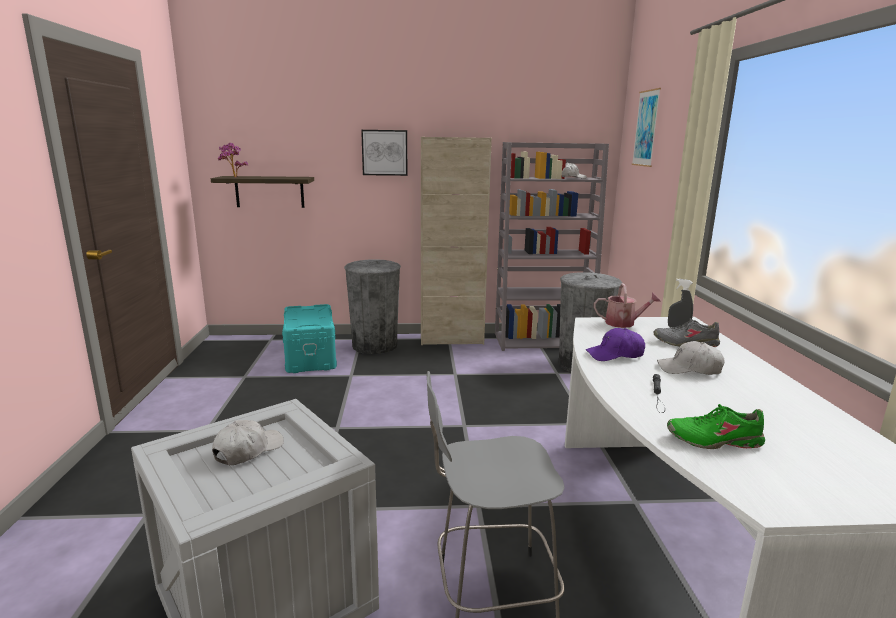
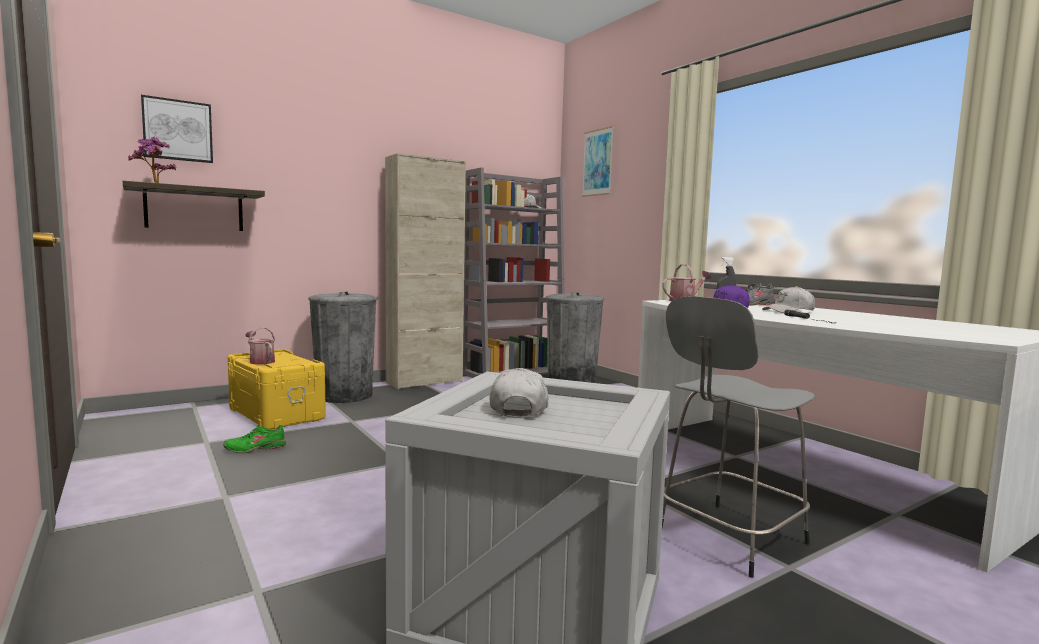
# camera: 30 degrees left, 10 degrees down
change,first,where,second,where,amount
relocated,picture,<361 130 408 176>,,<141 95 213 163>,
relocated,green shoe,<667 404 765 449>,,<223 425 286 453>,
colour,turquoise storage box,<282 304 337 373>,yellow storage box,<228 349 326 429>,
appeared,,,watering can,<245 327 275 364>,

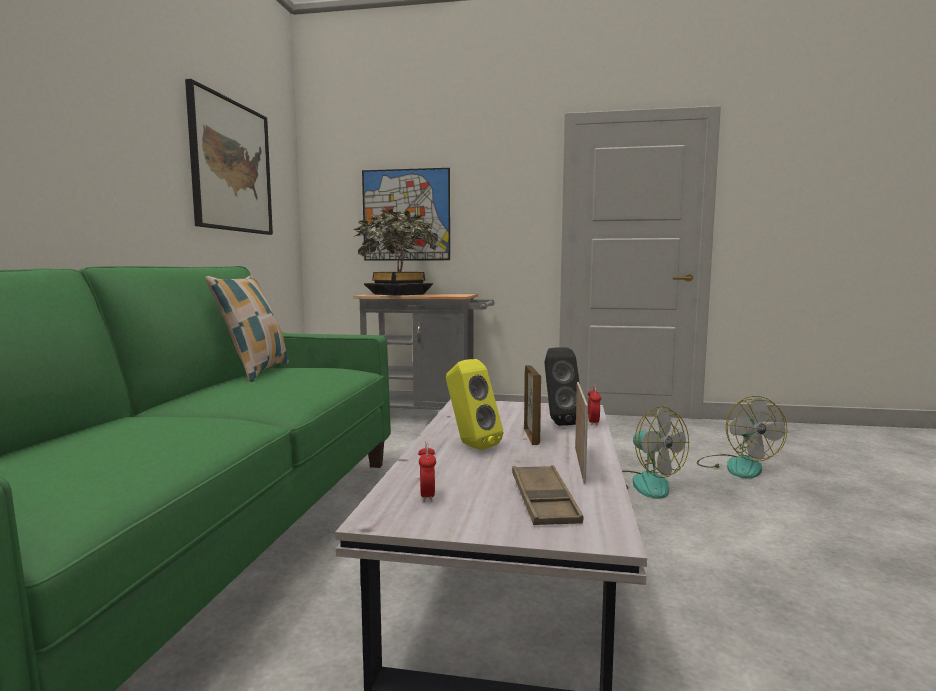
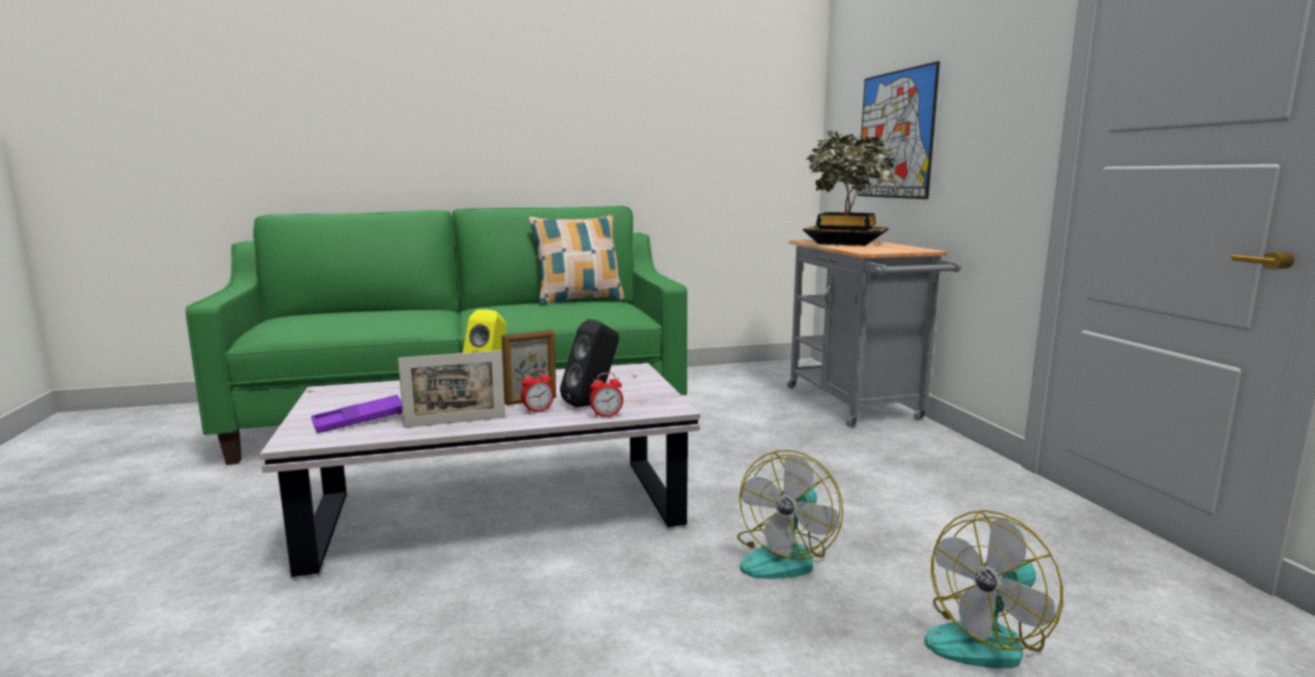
# camera: 65 degrees right, 5 degrees up
change,first,where,second,where,amount
colour,brown tray,<512 465 583 525>,purple tray,<311 395 402 433>,
relocated,alarm clock,<418 441 436 502>,,<521 369 554 414>,
missing,picture,<185 79 273 235>,,,

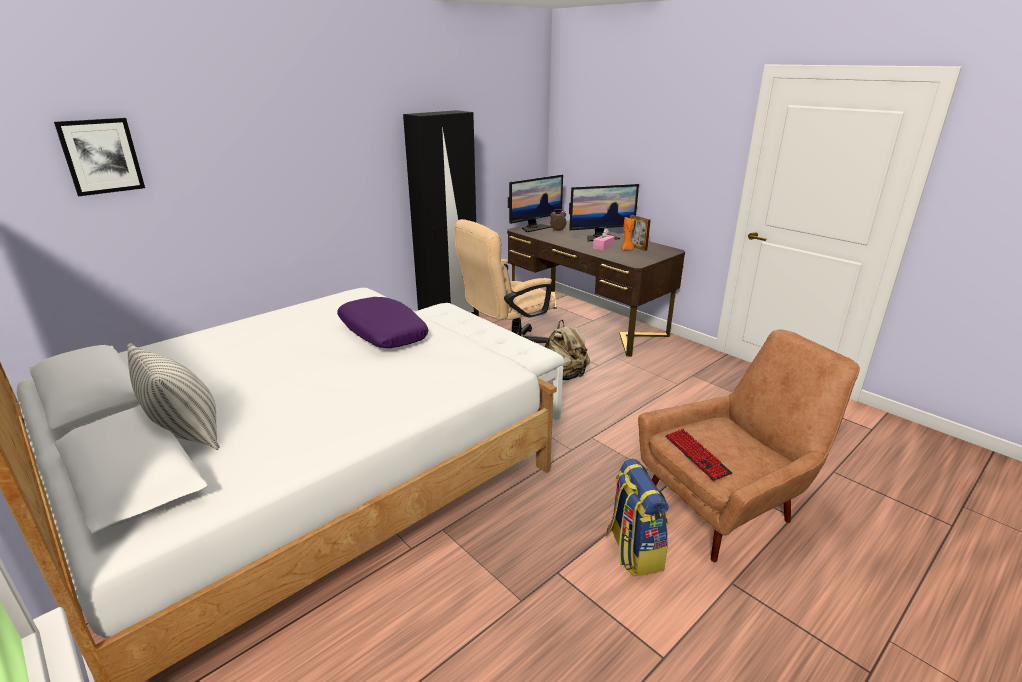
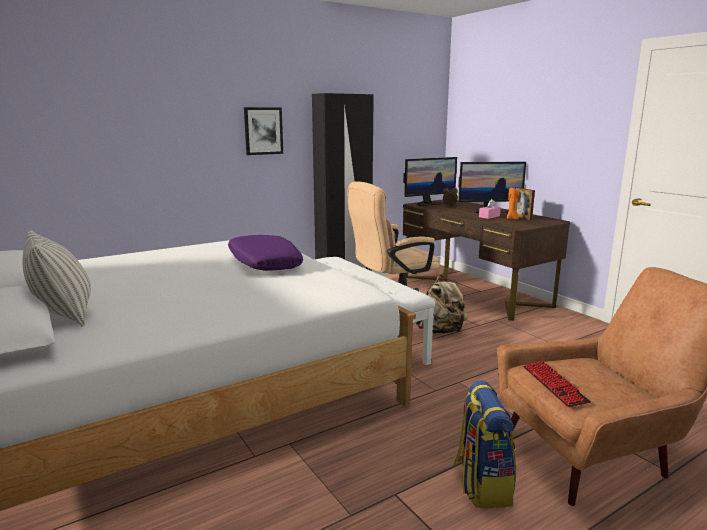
# camera: 10 degrees right, 10 degrees down
change,first,where,second,where,amount
relocated,picture,<54 118 145 196>,,<244 107 283 155>,

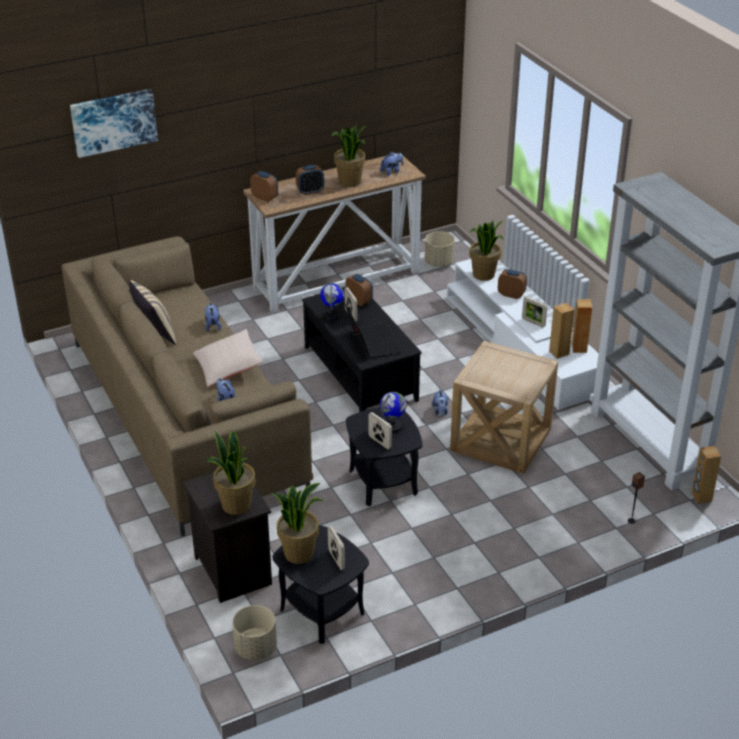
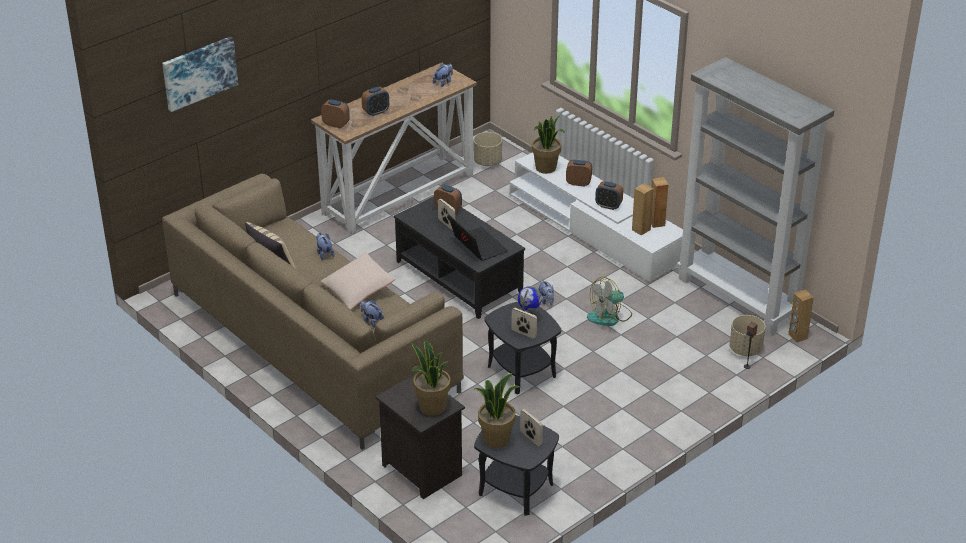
# camera: 15 degrees left, 0 degrees up
change,first,where,second,where,amount
exchanged,beige side table,<450 341 558 474>,fan,<587 277 632 326>,
exchanged,picture frame,<522 297 547 327>,alarm clock,<595 181 623 210>,
relocated,beige planter,<232 605 277 660>,,<729 315 765 356>,
missing,globe,<320 283 344 321>,,,
missing,potted plant,<331 124 367 187>,,,

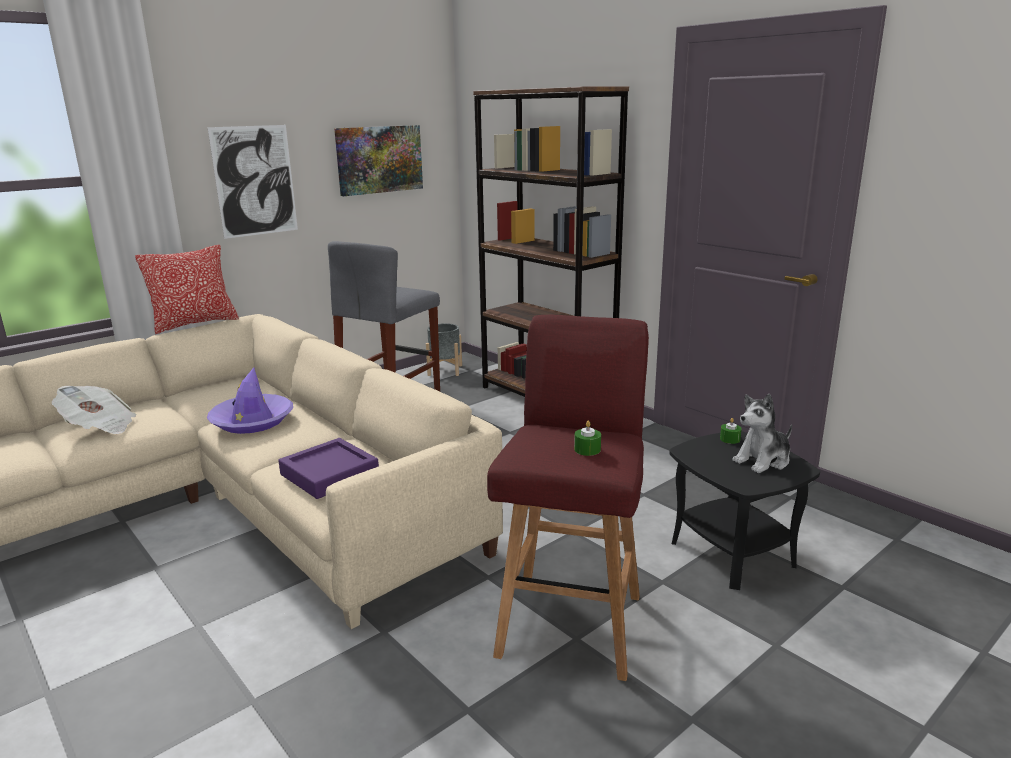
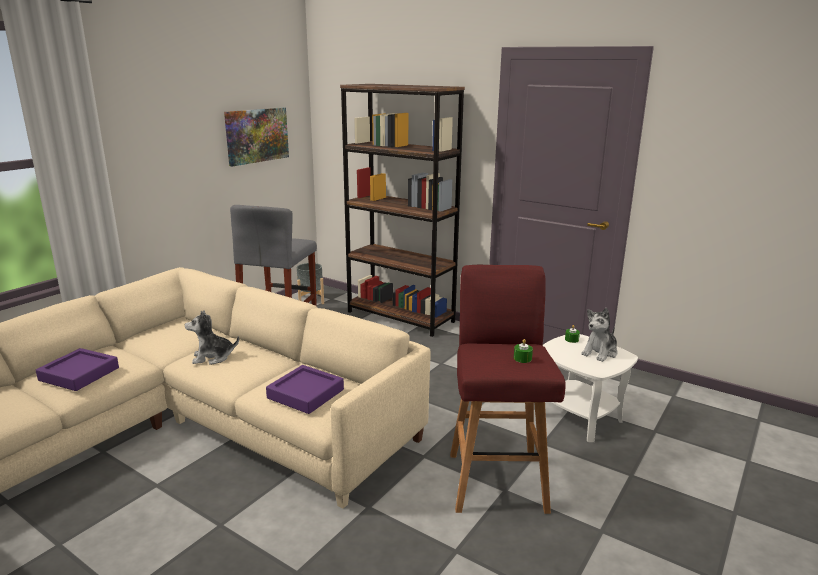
# camera: 15 degrees left, 0 degrees up
change,first,where,second,where,amount
exchanged,newspaper,<51 386 137 434>,purple tray,<36 348 119 391>,
exchanged,purple hat,<207 367 293 434>,plush toy,<185 310 239 365>,
colour,black side table,<669 431 820 590>,white side table,<543 334 638 442>,
missing,pillow,<135 245 239 334>,,,
missing,picture,<207 125 298 239>,,,

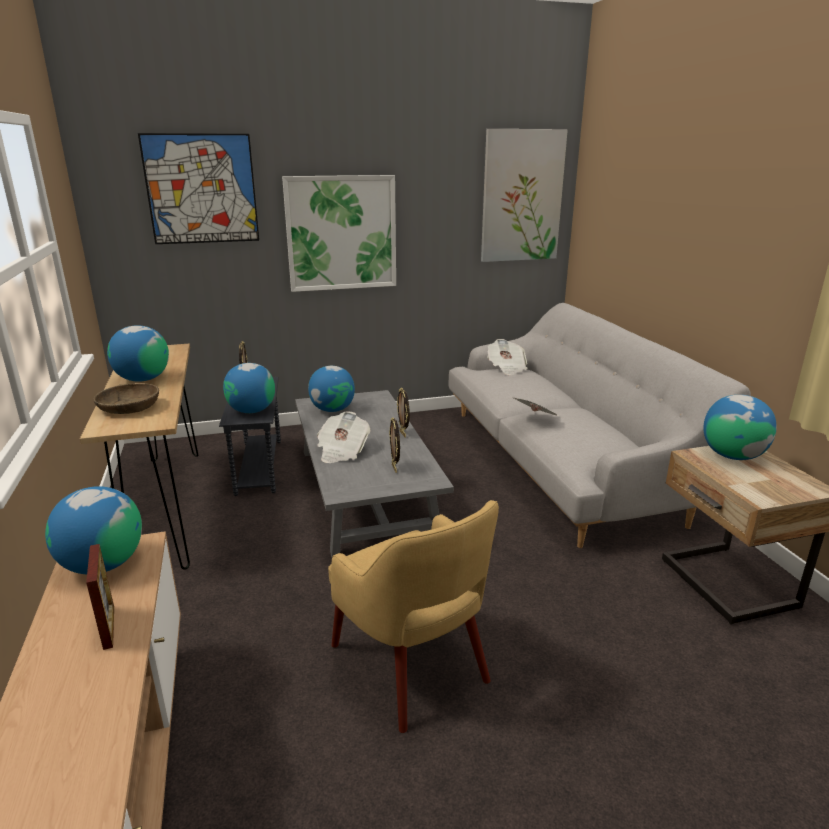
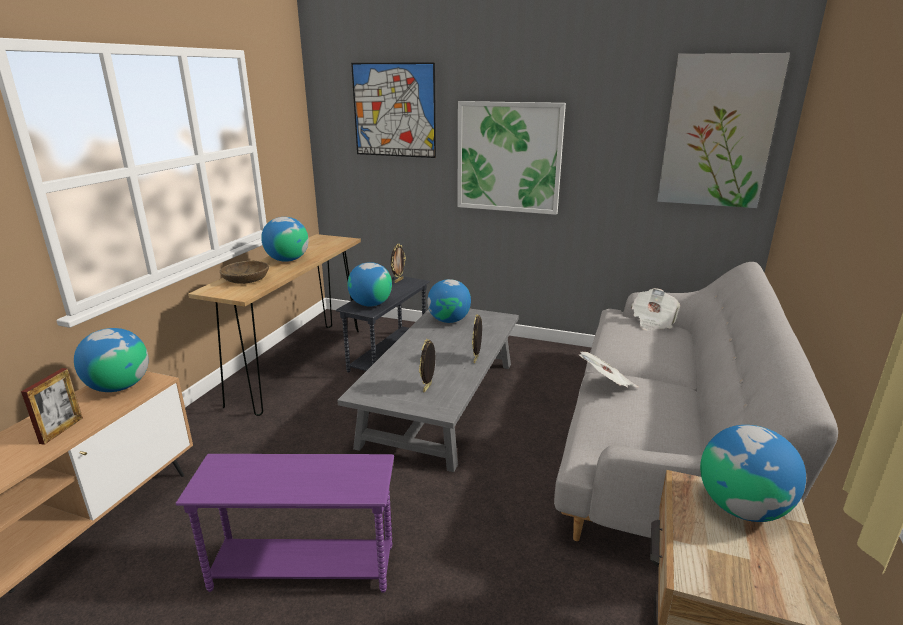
# camera: 35 degrees right, 0 degrees up
change,first,where,second,where,amount
exchanged,yellow armchair,<328 500 499 733>,purple side table,<176 454 394 593>,
missing,newspaper,<317 411 370 463>,,,

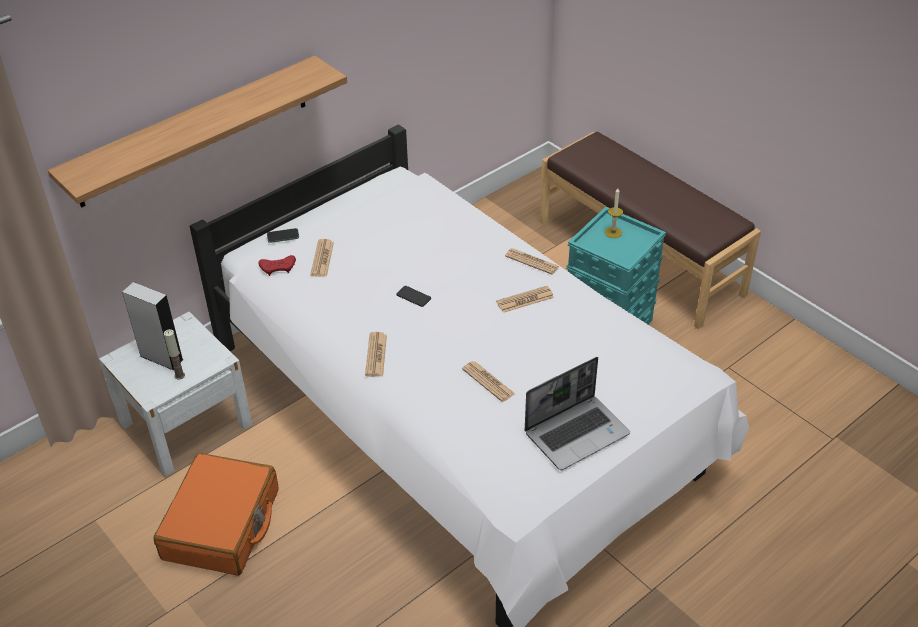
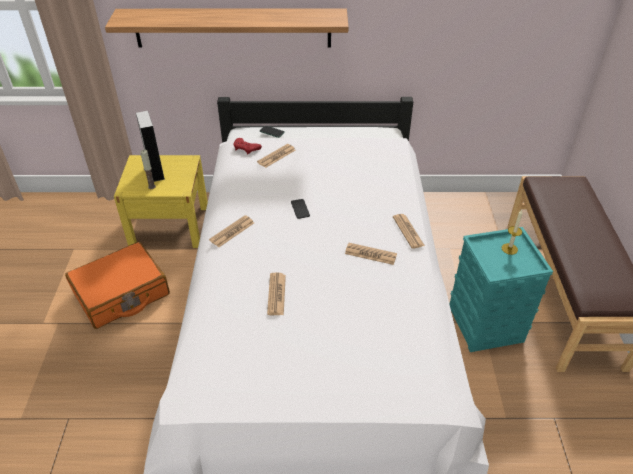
# camera: 40 degrees right, 0 degrees up
change,first,where,second,where,amount
colour,white nightstand,<99 312 252 476>,yellow nightstand,<114 155 208 248>,
missing,laptop,<525 357 630 470>,,,

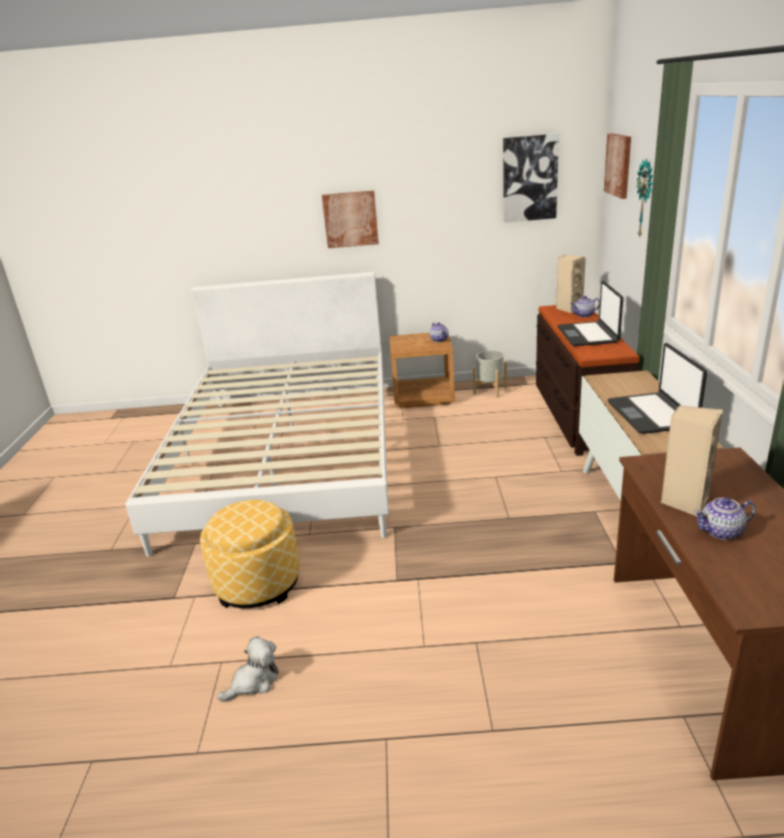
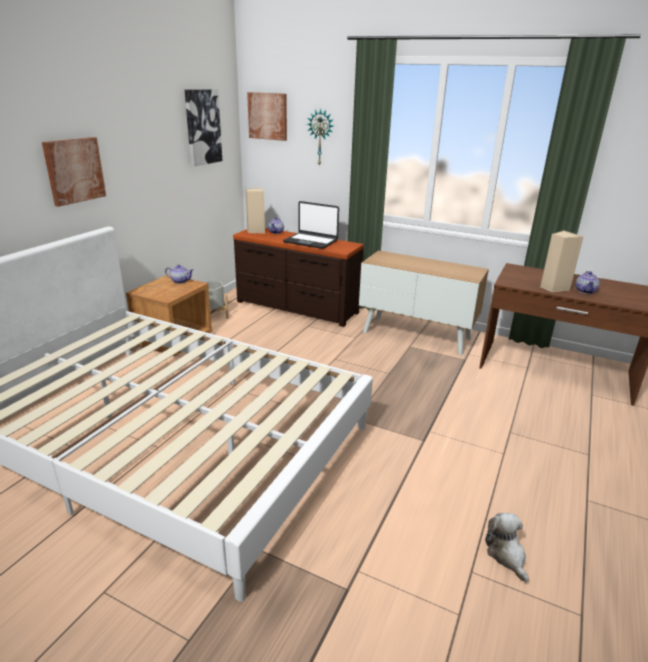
# camera: 65 degrees left, 0 degrees up
change,first,where,second,where,amount
missing,ottoman,<200 500 300 608>,,,
missing,laptop,<608 343 707 434>,,,

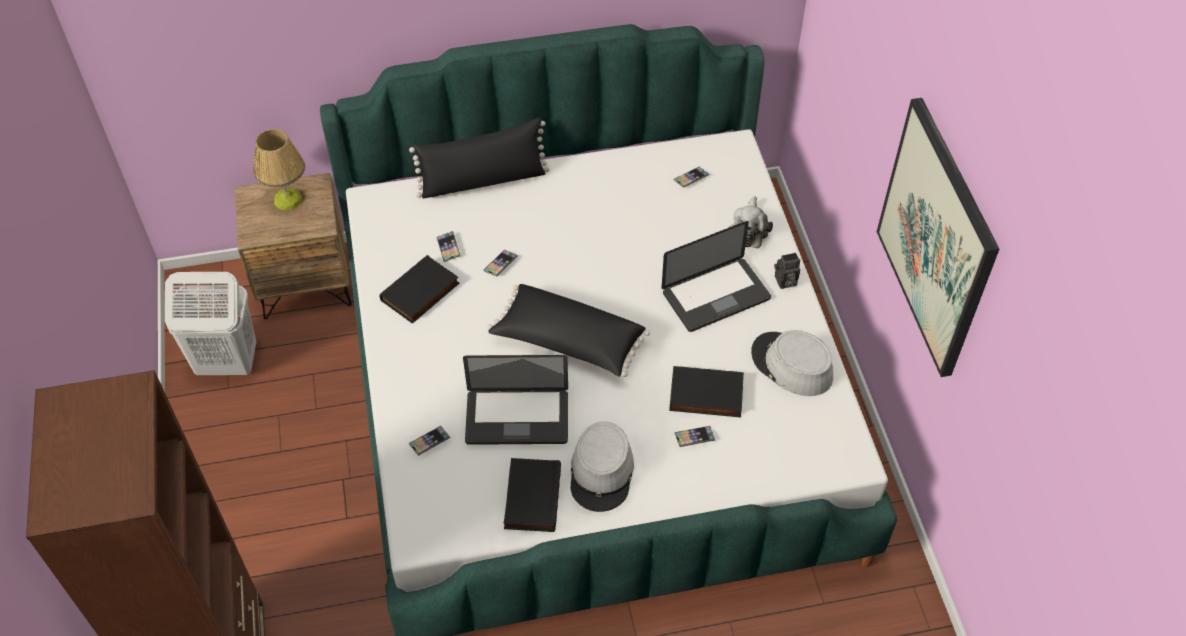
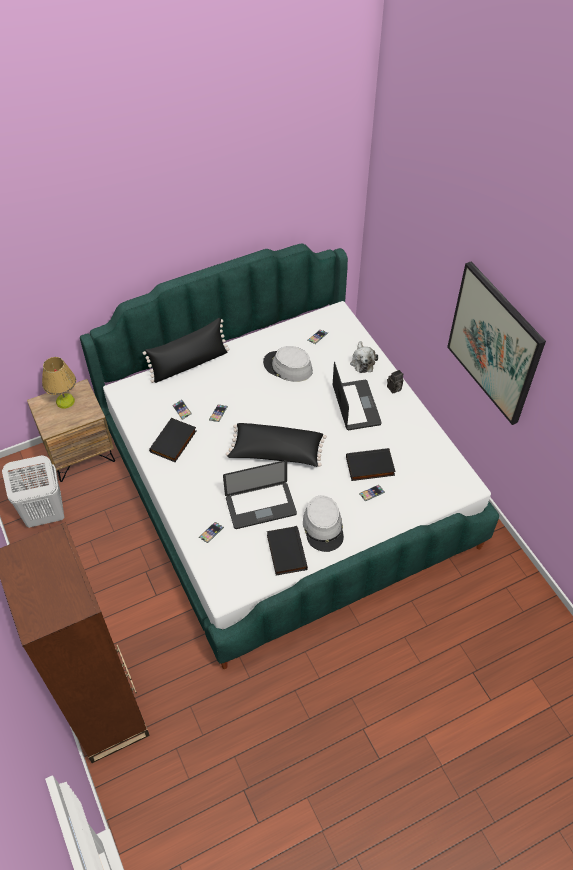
# camera: 15 degrees left, 0 degrees up
change,first,where,second,where,amount
relocated,grey hat,<751 330 833 396>,,<263 346 313 382>,
spun,laptop,<662 221 771 332>,,<333 362 382 430>,60 degrees counterclockwise

